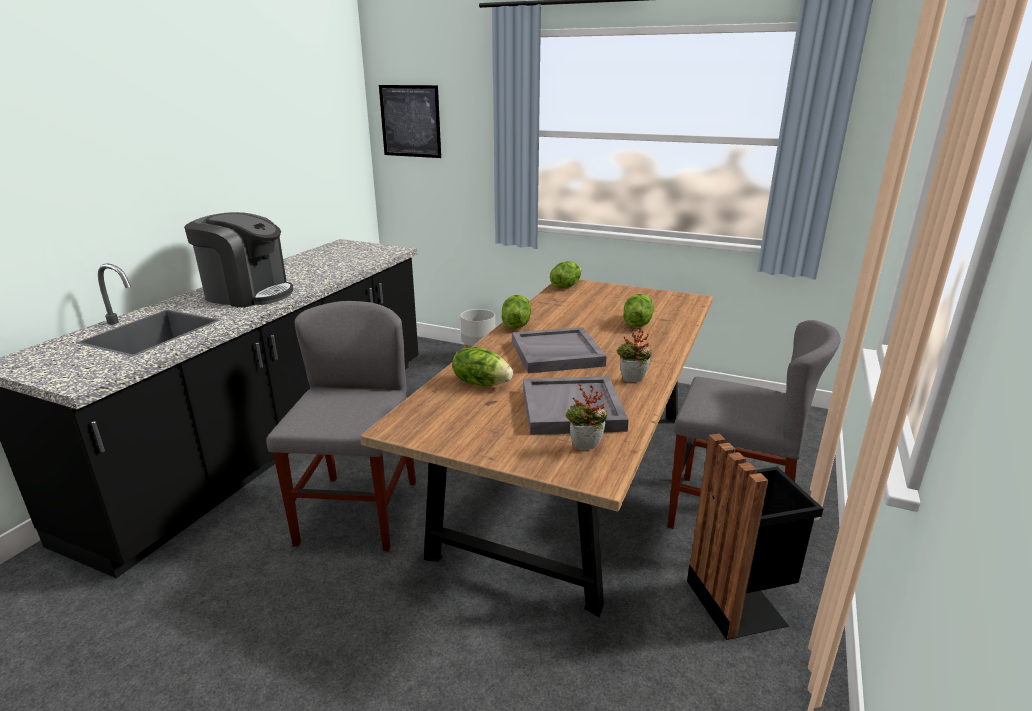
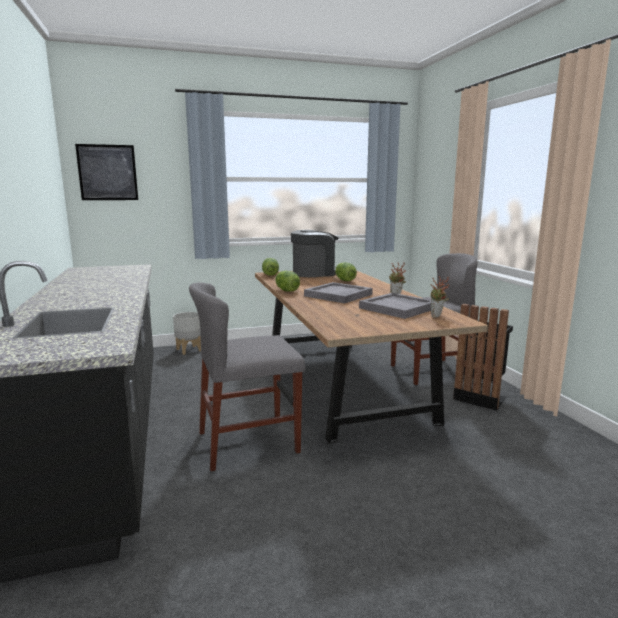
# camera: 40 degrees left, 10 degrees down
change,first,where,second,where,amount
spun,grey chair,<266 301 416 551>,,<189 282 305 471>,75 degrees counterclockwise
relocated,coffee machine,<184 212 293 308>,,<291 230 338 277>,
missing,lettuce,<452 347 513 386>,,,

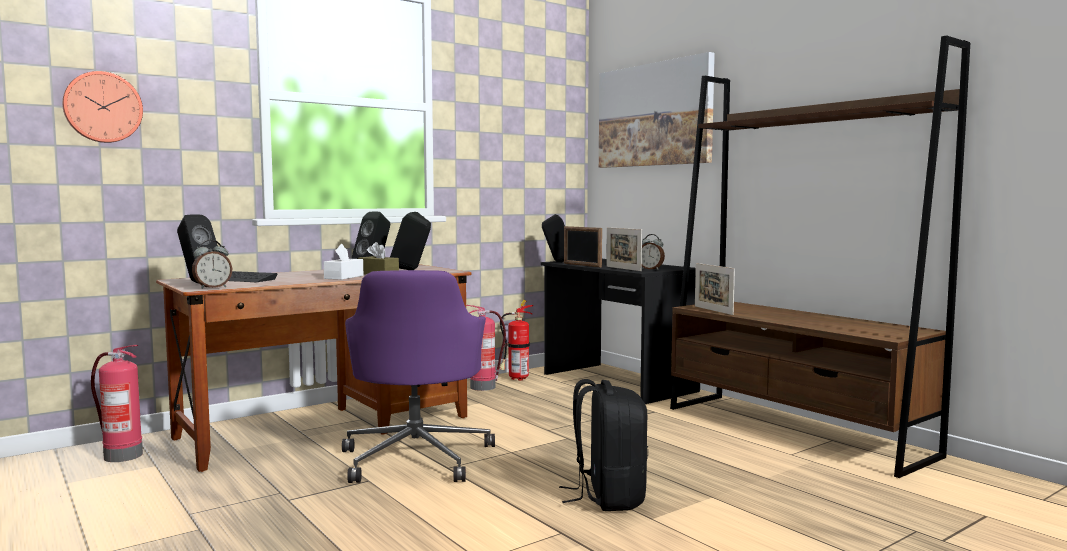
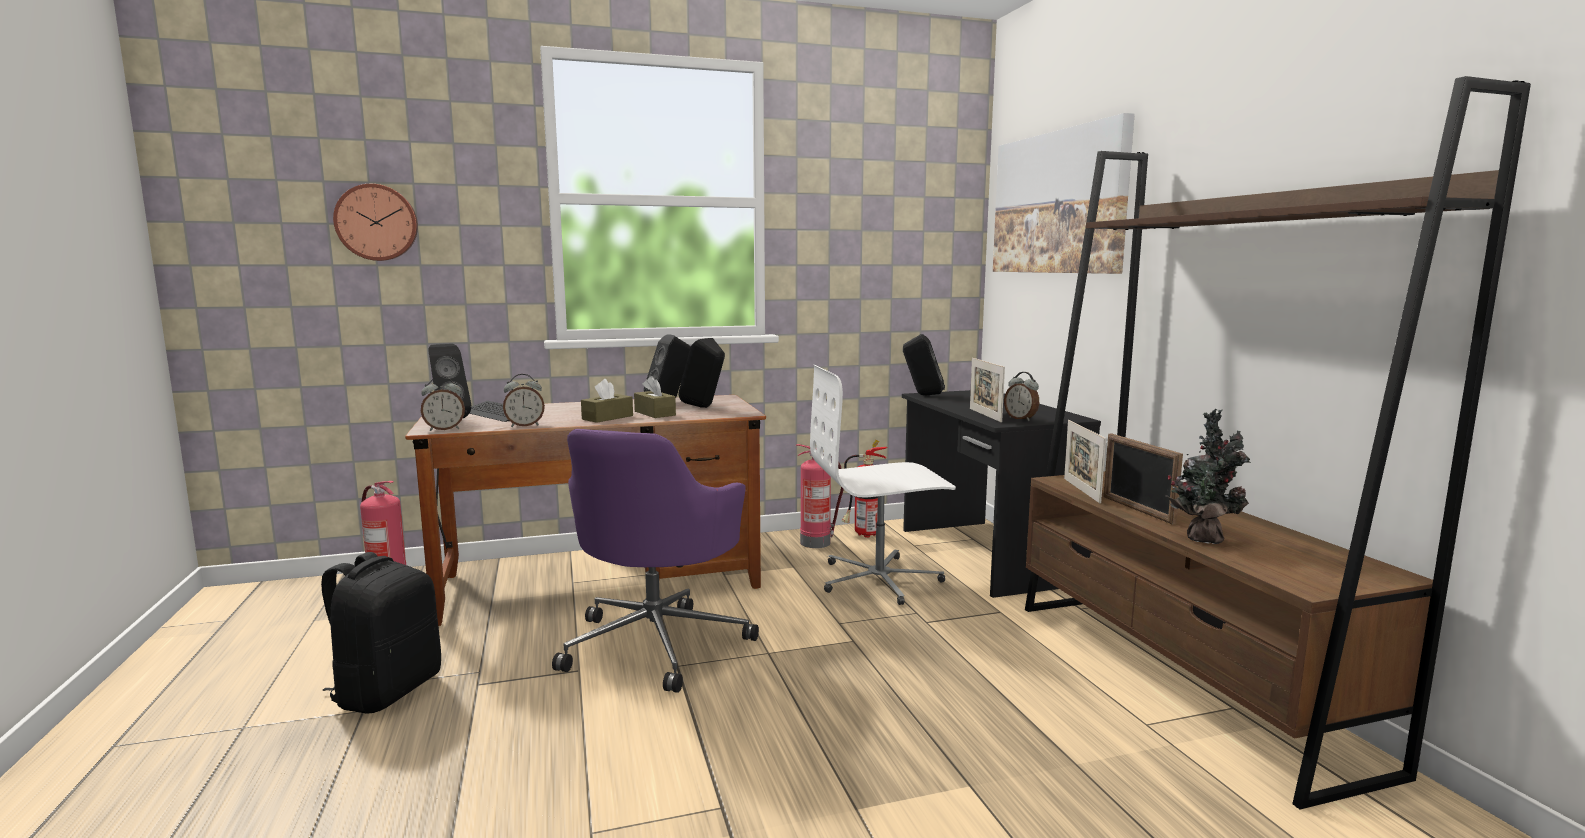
# camera: 20 degrees right, 5 degrees up
change,first,where,second,where,amount
relocated,black backpack,<559 379 648 511>,,<321 552 441 714>,
appeared,,,alarm clock,<503 374 545 427>,
colour,white tissue box,<324 244 363 280>,brown tissue box,<581 379 633 423>,
appeared,,,white office chair,<810 365 956 605>,
relocated,picture frame,<564 226 602 267>,,<1103 433 1183 525>,
appeared,,,potted plant,<1166 409 1251 544>,

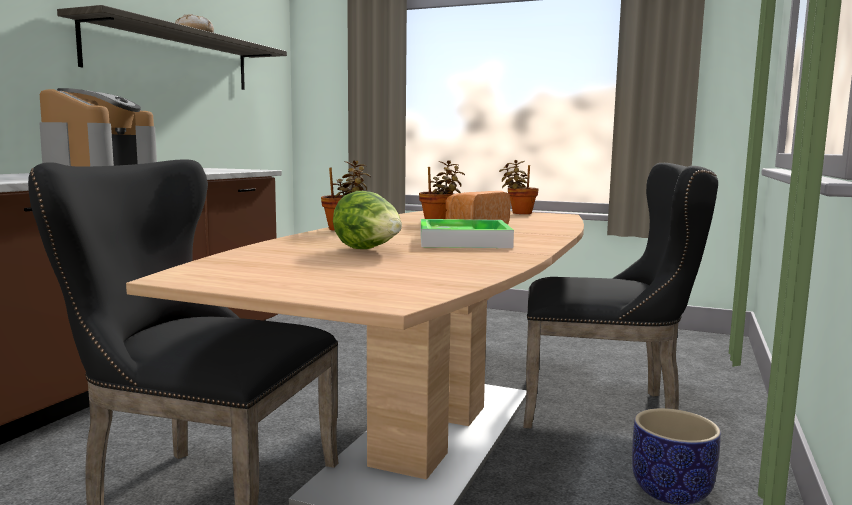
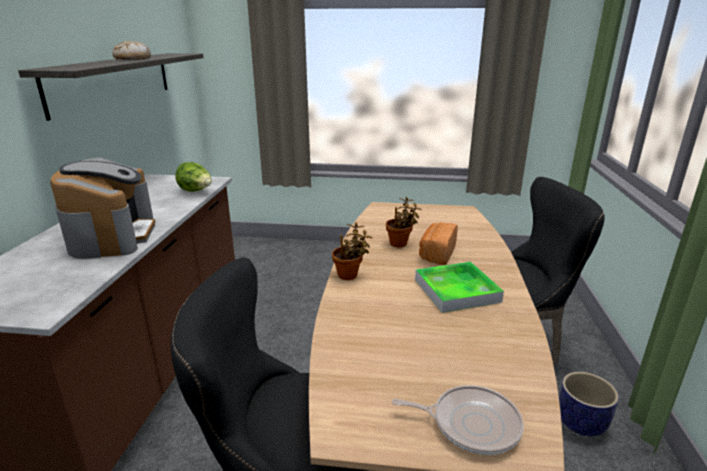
# camera: 15 degrees left, 15 degrees up
change,first,where,second,where,amount
relocated,lettuce,<333 191 402 249>,,<175 162 212 192>,
appeared,,,frying pan,<392 385 524 455>,
missing,potted plant,<499 160 539 214>,,,

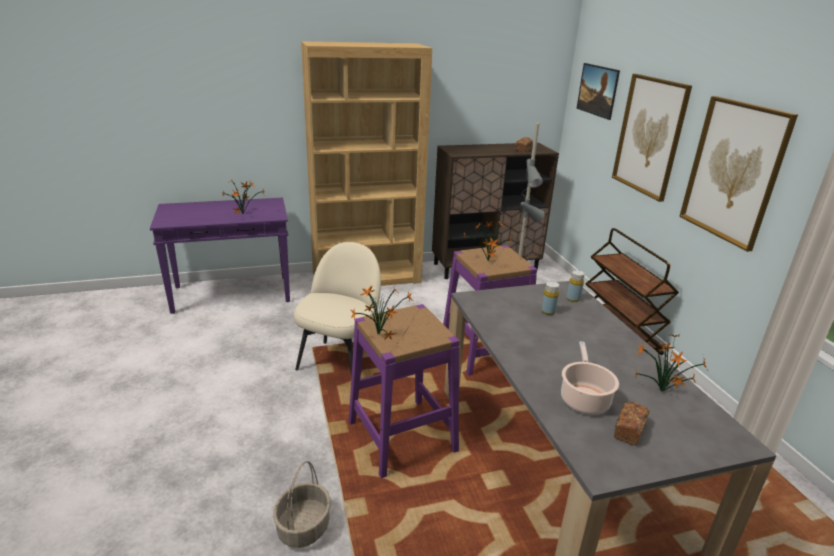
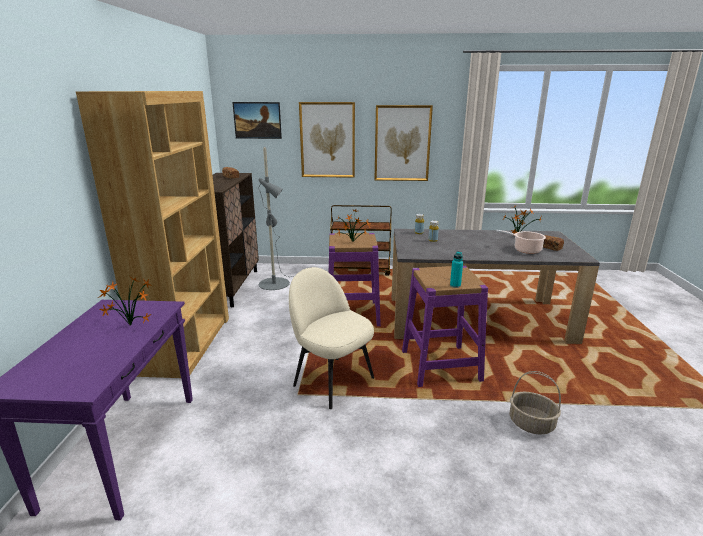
# camera: 70 degrees left, 5 degrees down
change,first,where,second,where,amount
exchanged,potted plant,<351 284 413 340>,turquoise bottle,<450 251 463 288>,

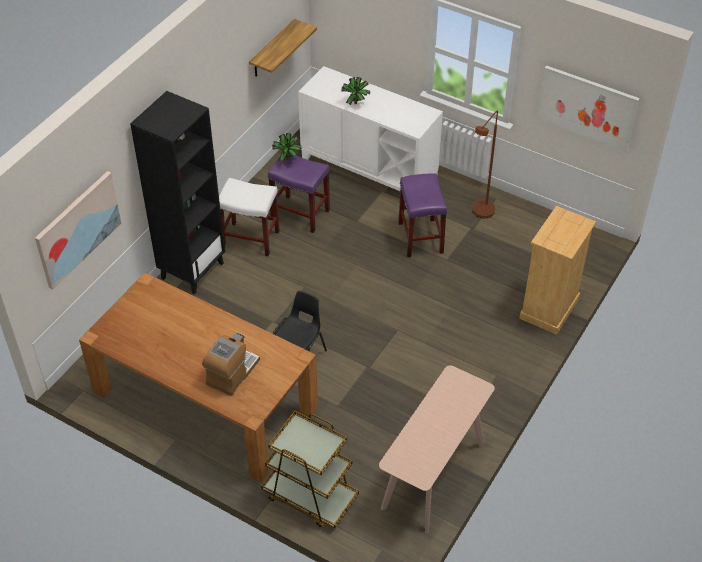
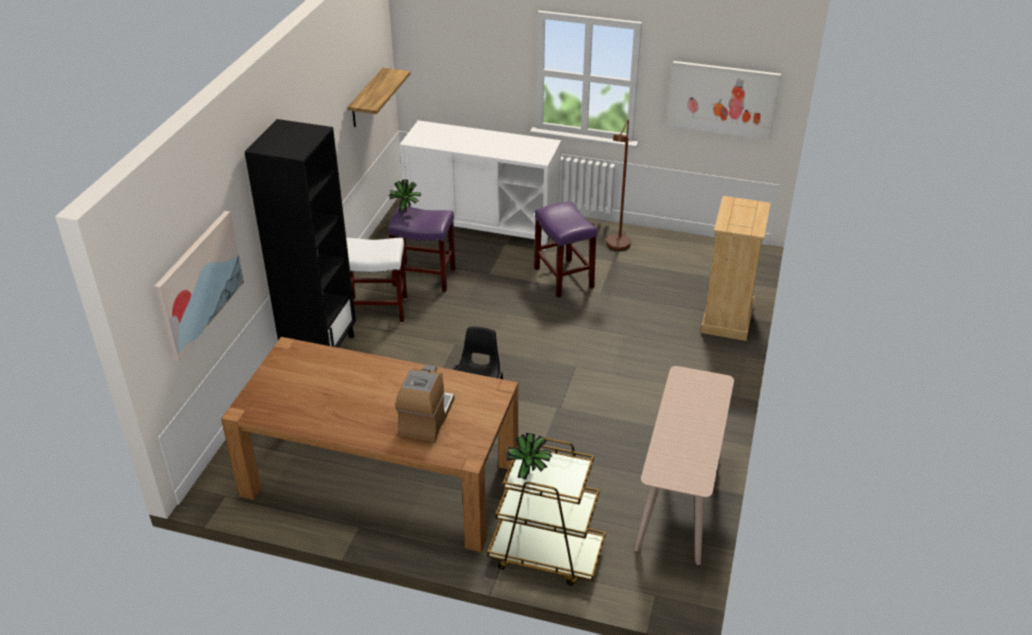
# camera: 15 degrees left, 10 degrees down
change,first,where,second,where,amount
relocated,potted plant,<341 77 370 105>,,<506 433 553 480>,

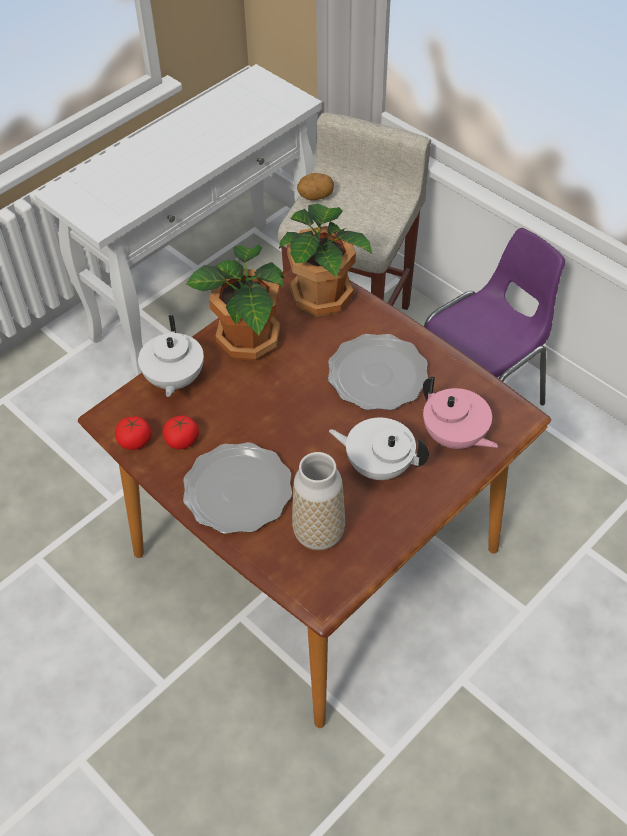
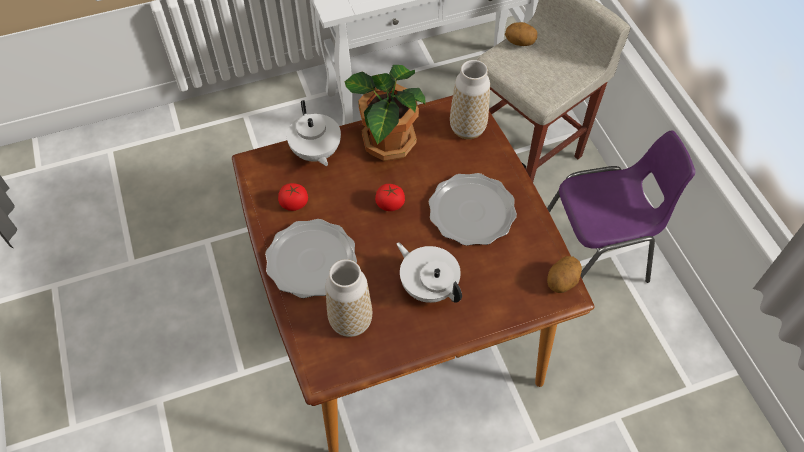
# camera: 25 degrees right, 5 degrees up
change,first,where,second,where,amount
spun,white teapot,<138 315 204 397>,,<287 100 341 166>,45 degrees counterclockwise
relocated,tomato,<115 416 152 450>,,<375 184 405 211>,
exchanged,potted plant,<279 203 373 317>,vase,<450 60 490 139>,
appeared,,,potato,<547 256 582 293>,
missing,pink teapot,<423 377 498 449>,,,

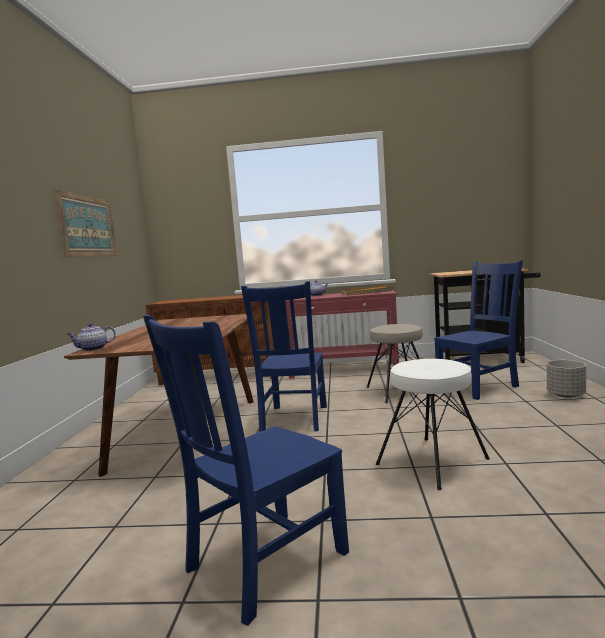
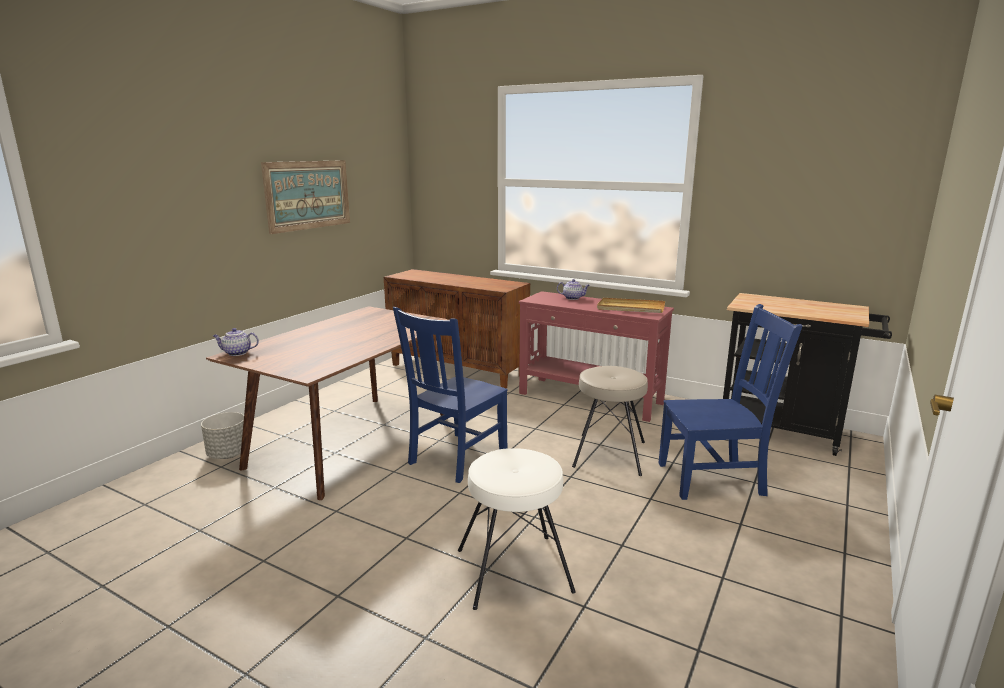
# camera: 25 degrees right, 10 degrees up
change,first,where,second,where,amount
relocated,grey planter,<547 360 586 398>,,<201 412 244 459>,
missing,blue chair,<143 315 349 626>,,,

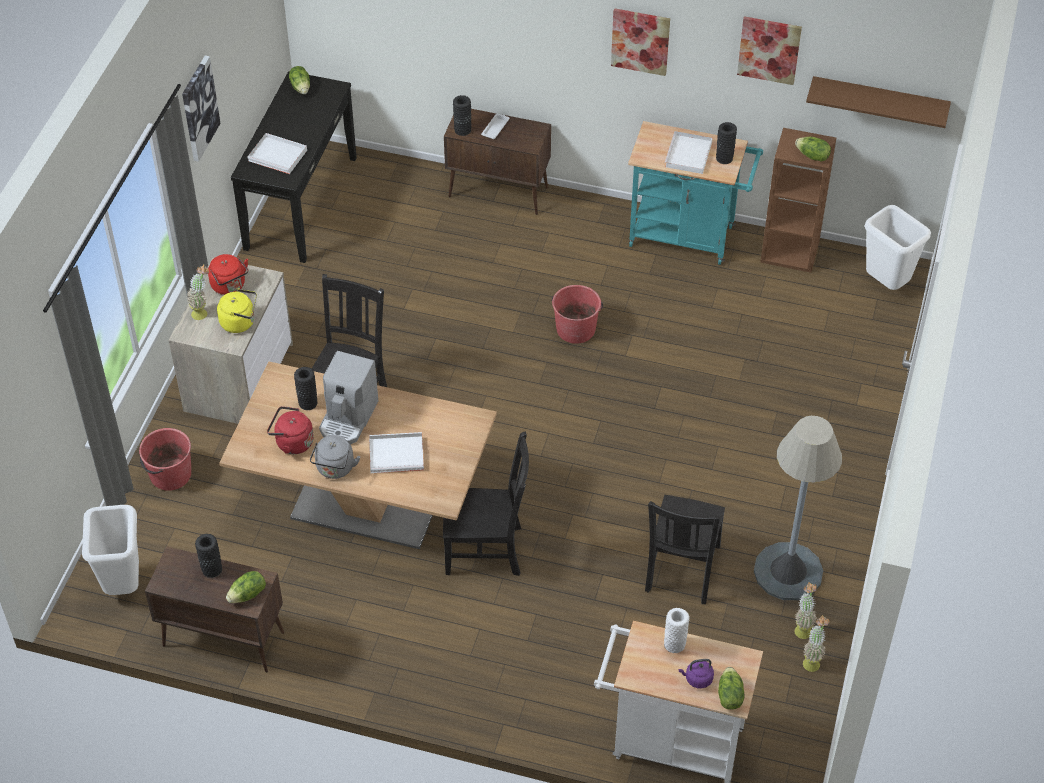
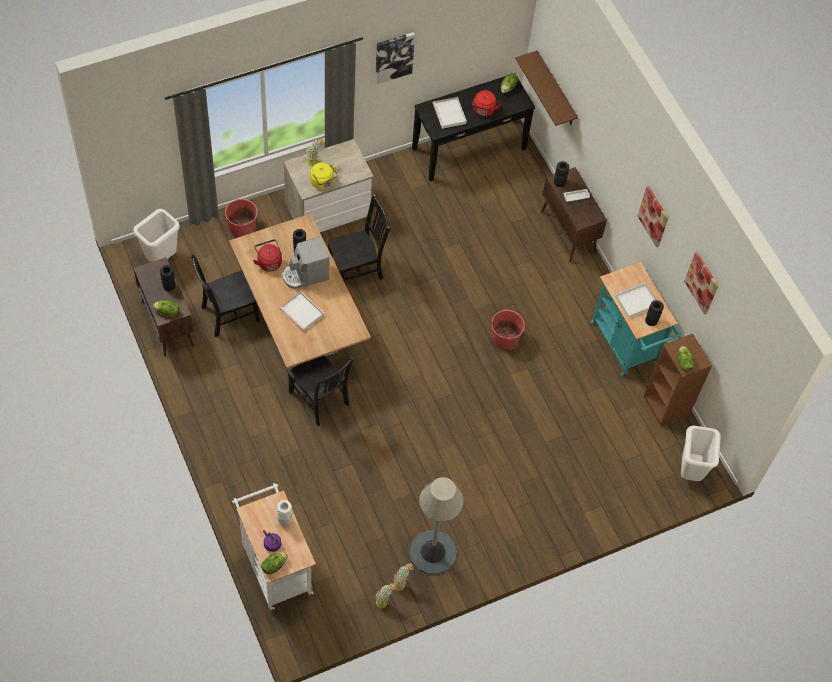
# camera: 45 degrees right, 10 degrees up
change,first,where,second,where,amount
relocated,black chair,<645 495 725 604>,,<191 255 259 337>,
relocated,red kettle,<208 254 248 295>,,<472 90 501 116>,
relocated,brown shelf,<806 76 951 128>,,<515 51 578 126>,
missing,grey kettle,<310 435 361 479>,,,

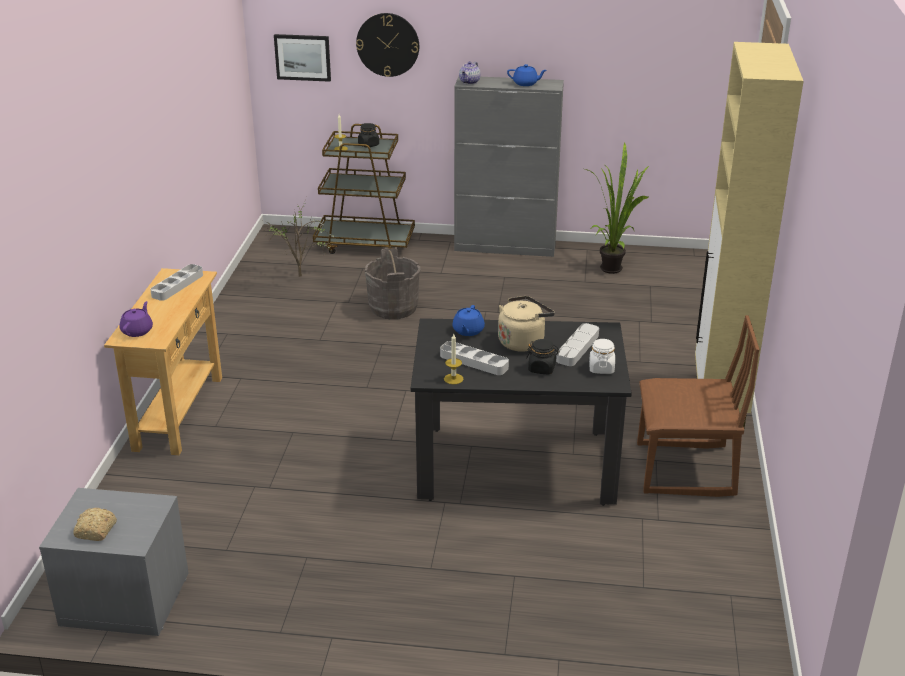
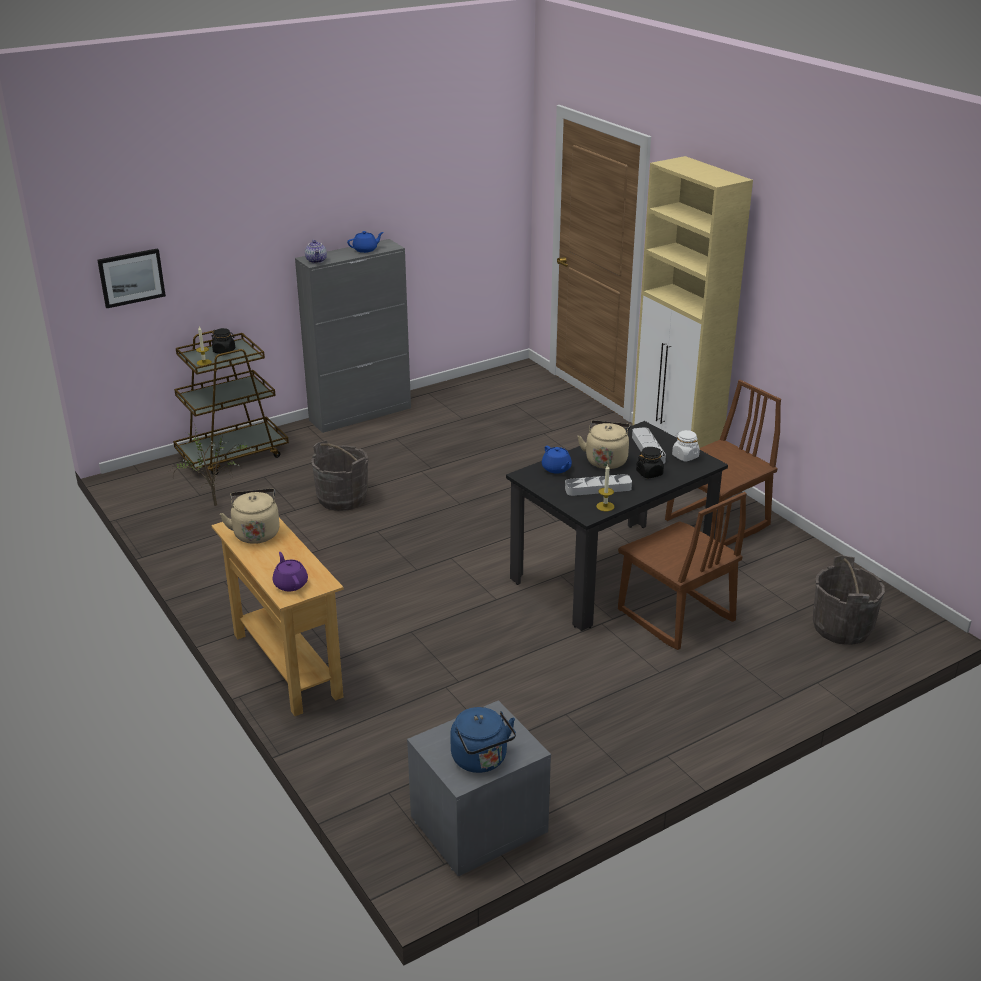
# camera: 40 degrees left, 0 degrees up
change,first,where,second,where,amount
exchanged,grey tray,<150 264 203 301>,beige kettle,<220 489 280 544>,
exchanged,bread,<73 508 117 541>,blue kettle,<450 707 516 773>,
appeared,,,brown chair,<618 492 747 650>,
appeared,,,grey bucket,<813 555 885 645>,
missing,wall clock,<356 13 419 77>,,,
missing,potted plant,<585 143 649 274>,,,

